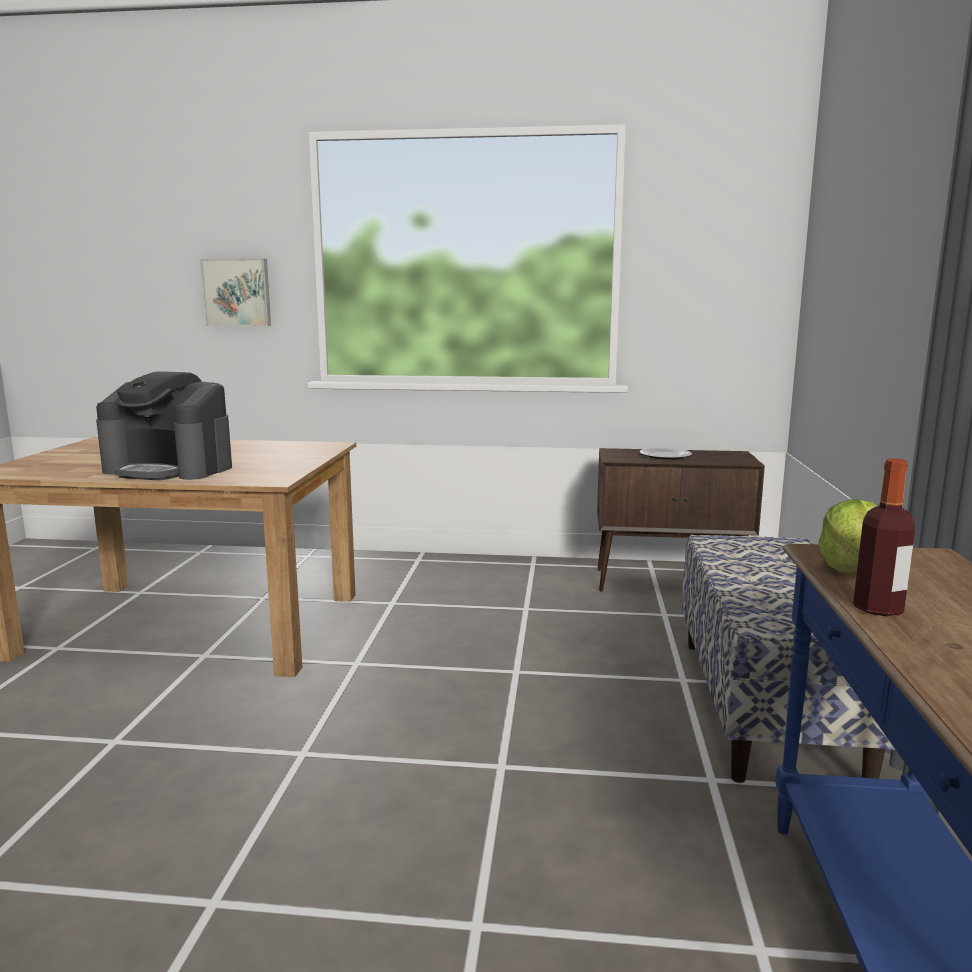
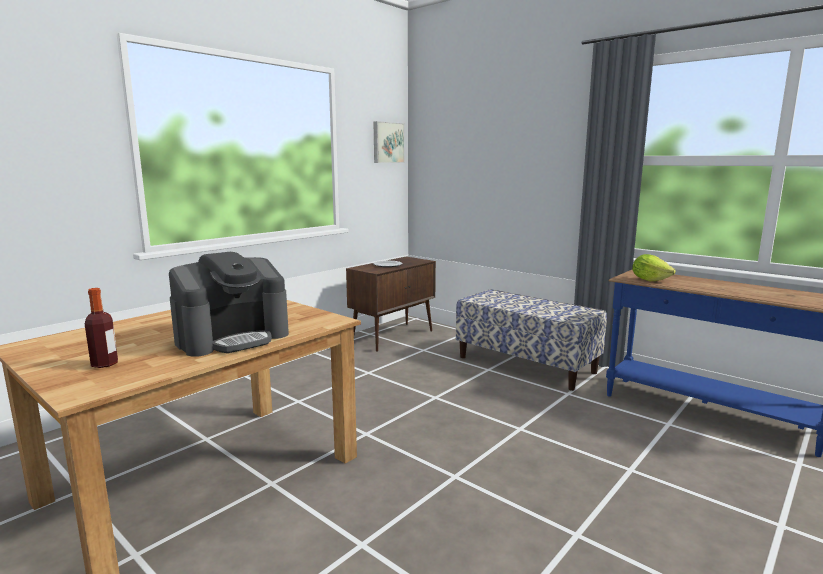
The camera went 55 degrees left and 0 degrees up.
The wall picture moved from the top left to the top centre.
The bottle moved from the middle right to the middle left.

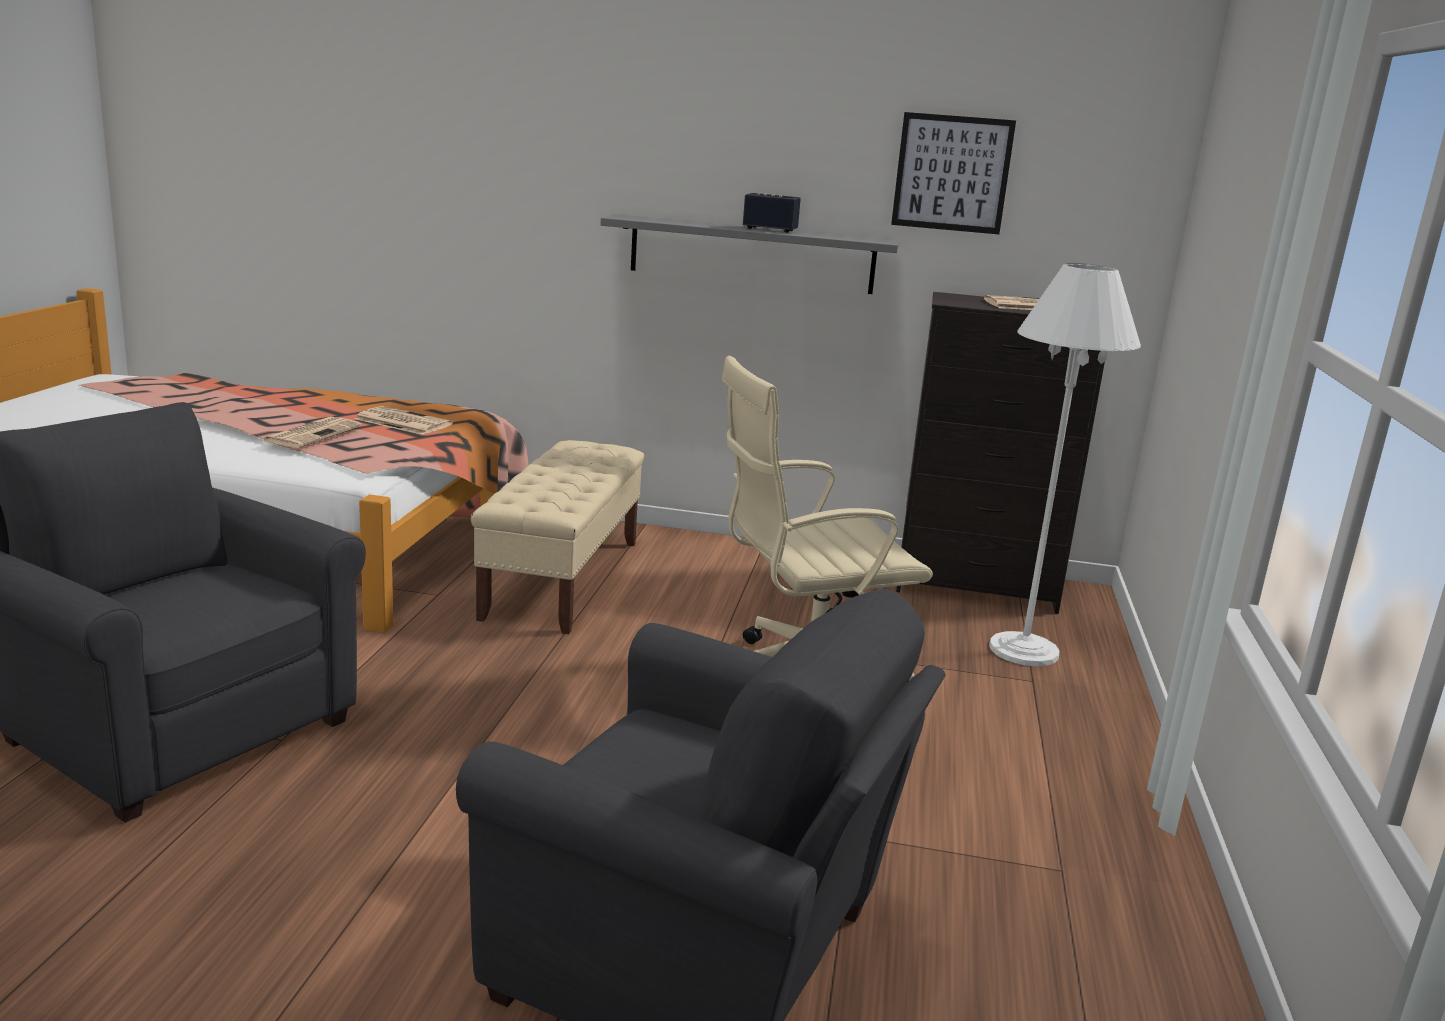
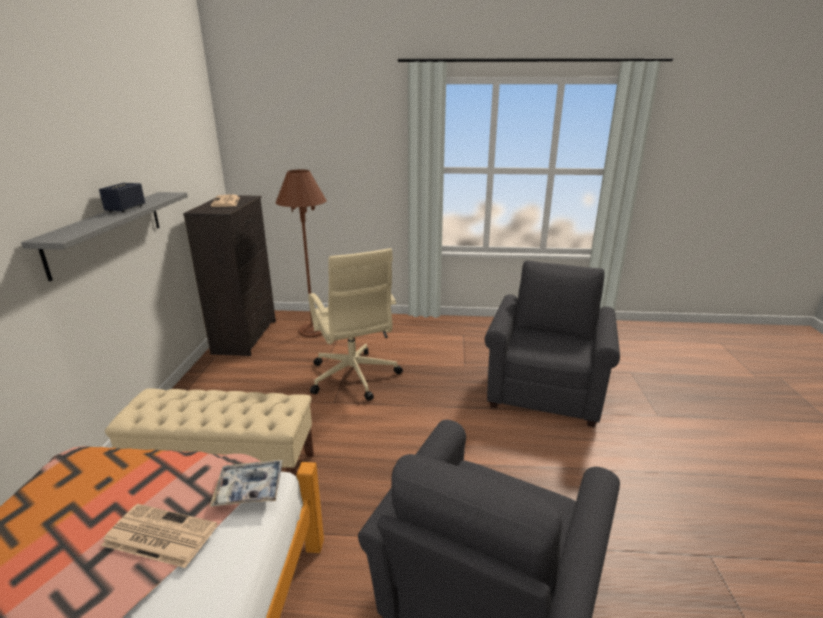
The camera went 95 degrees left and 5 degrees up.
The newspaper (no. 2 from left) at the middle left disappeared.
The wall picture at the top centre disappeared.
The carrying tray at the bottom left appeared.
The whitish standard lamp at the middle right became the brownish standard lamp at the centre.

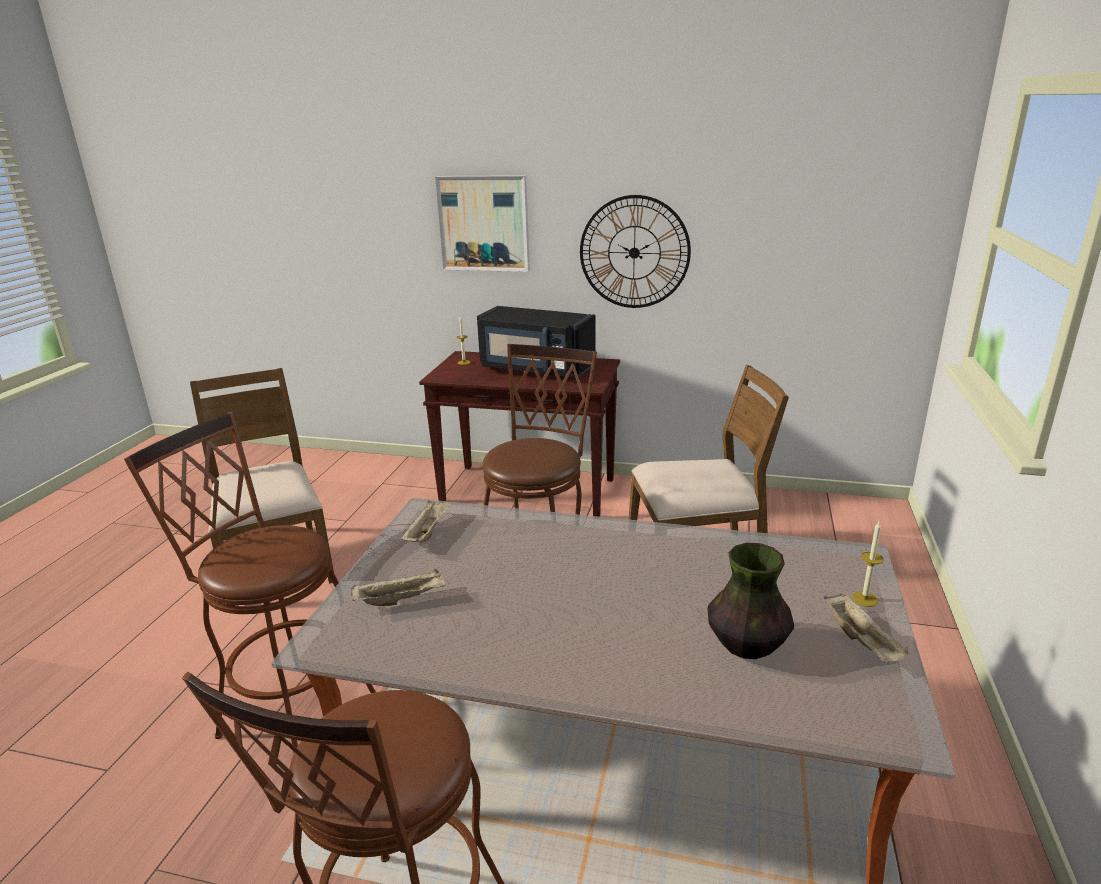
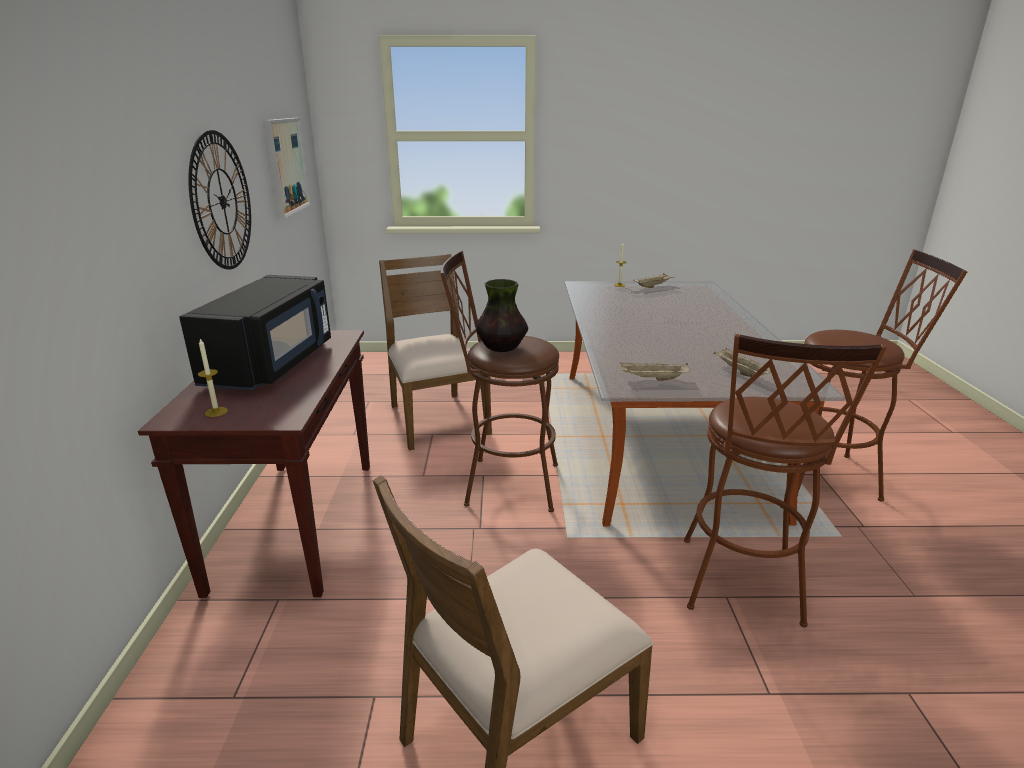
The camera went 105 degrees left and 0 degrees up.
The wall picture moved from the top centre to the top left.
The decorative vase moved from the bottom right to the centre.

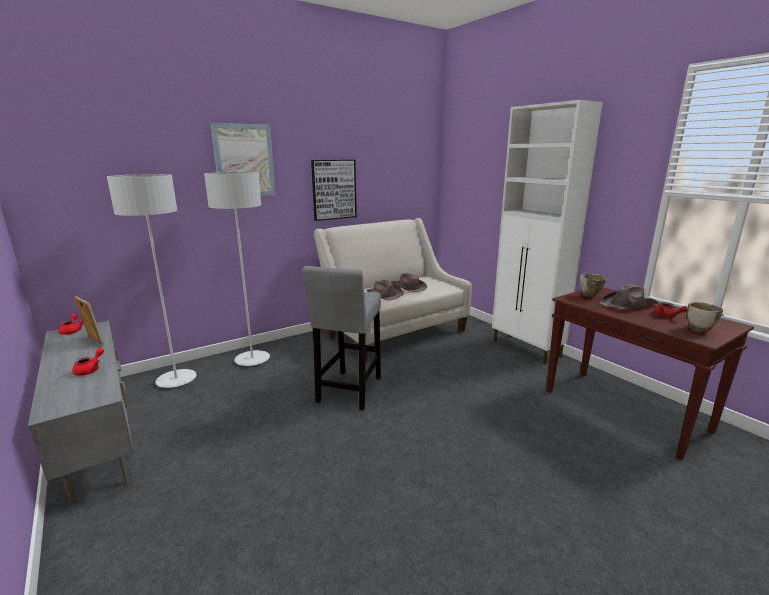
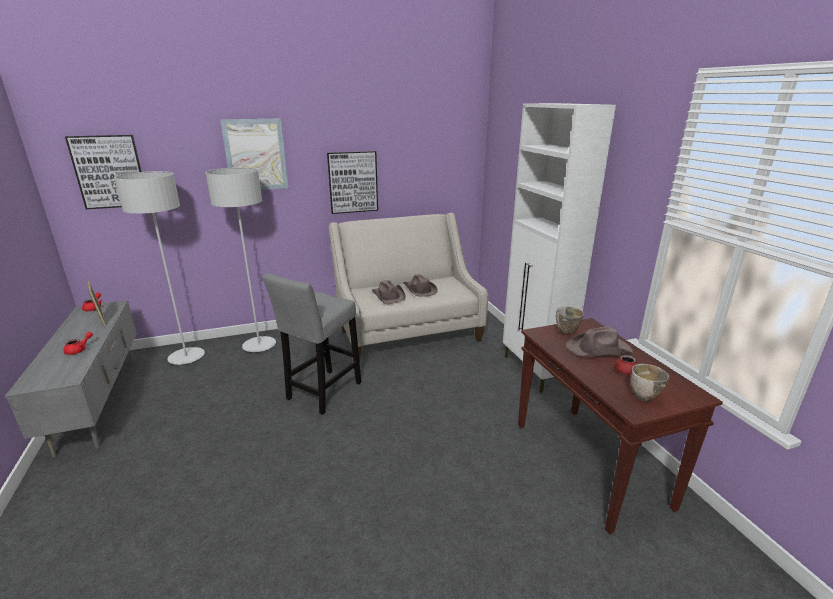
The camera went 15 degrees right and 5 degrees up.
The wall picture (no. 1 from left) at the top left appeared.

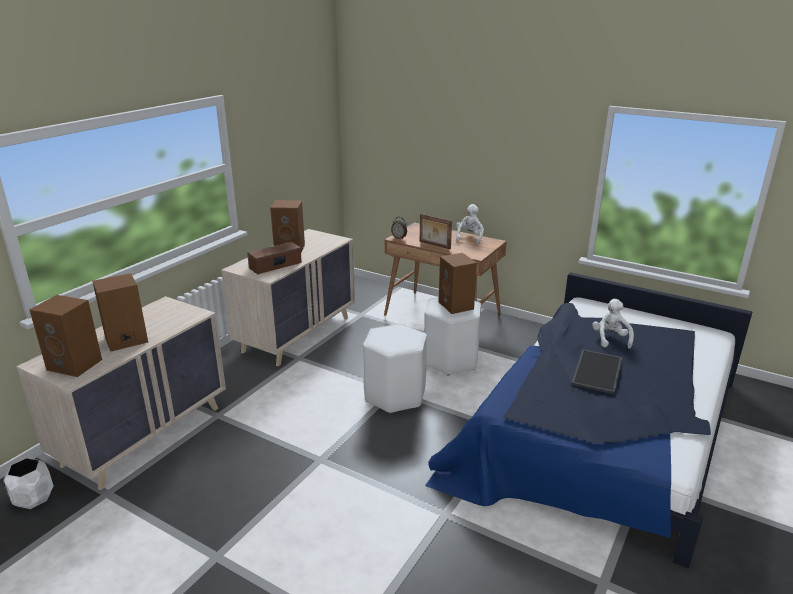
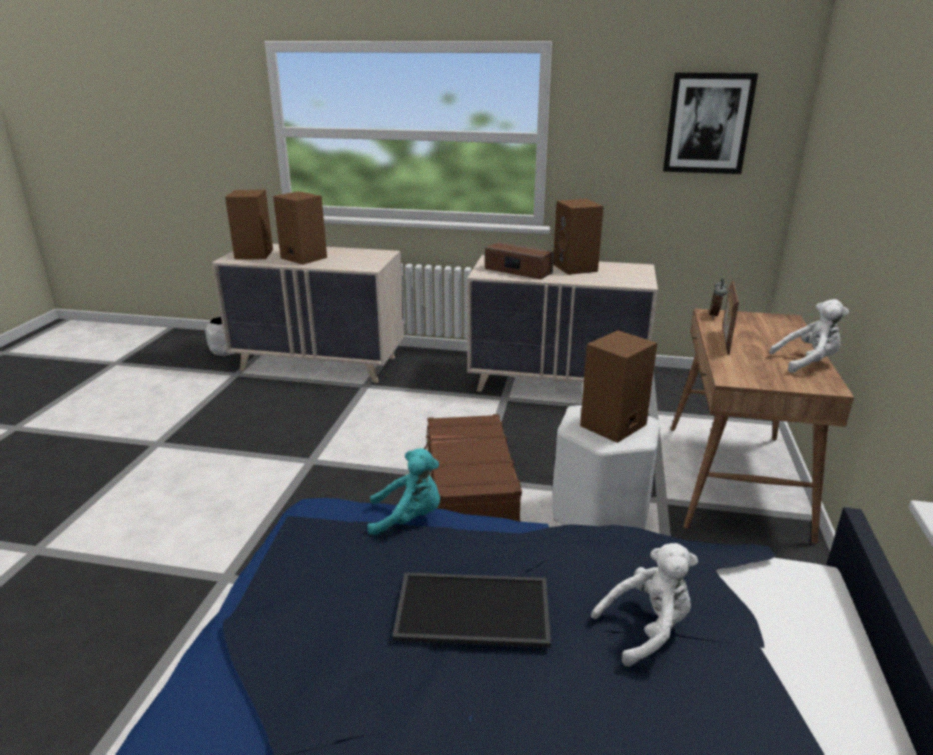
The camera went 70 degrees right and 0 degrees up.
The blue-green cuddly toy at the centre appeared.
The wall picture at the top right appeared.
The whitish stool seat (no. 1 from left) at the centre was replaced by the brownish travel case at the centre.

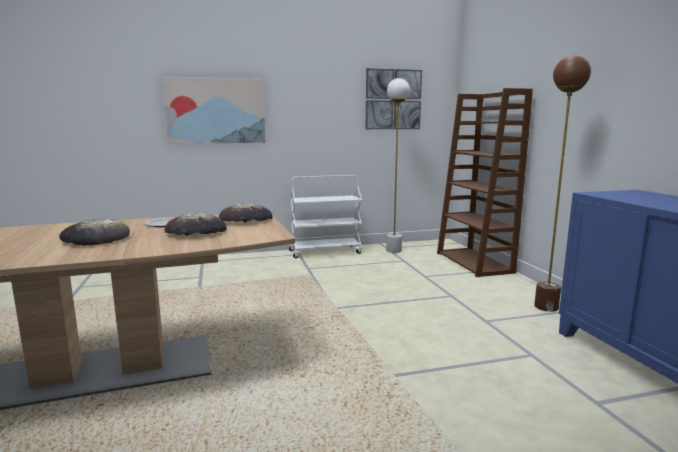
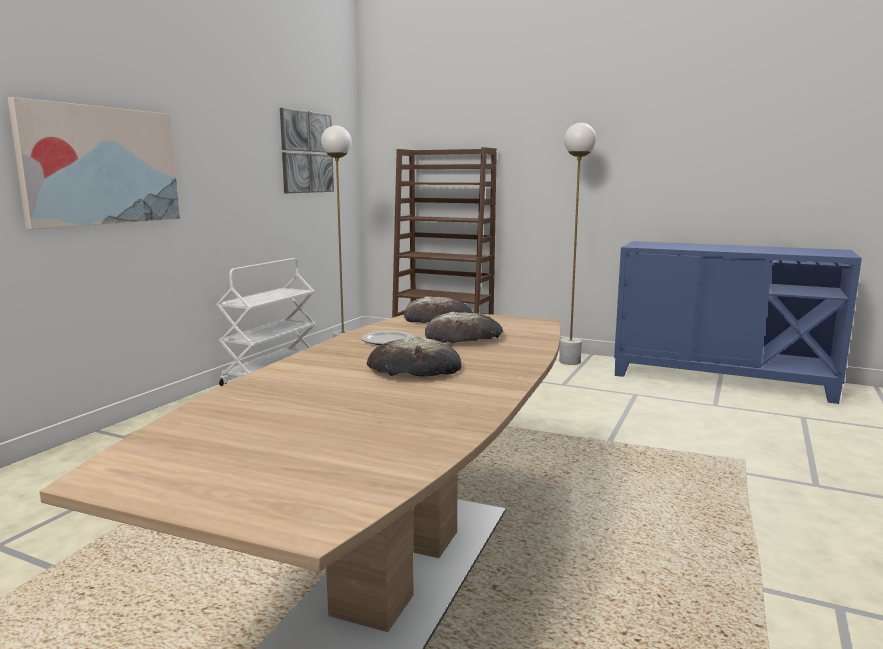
The camera went 50 degrees left and 0 degrees up.
The brownish standard lamp at the middle right became the whitish standard lamp (no. 2 from left) at the centre.

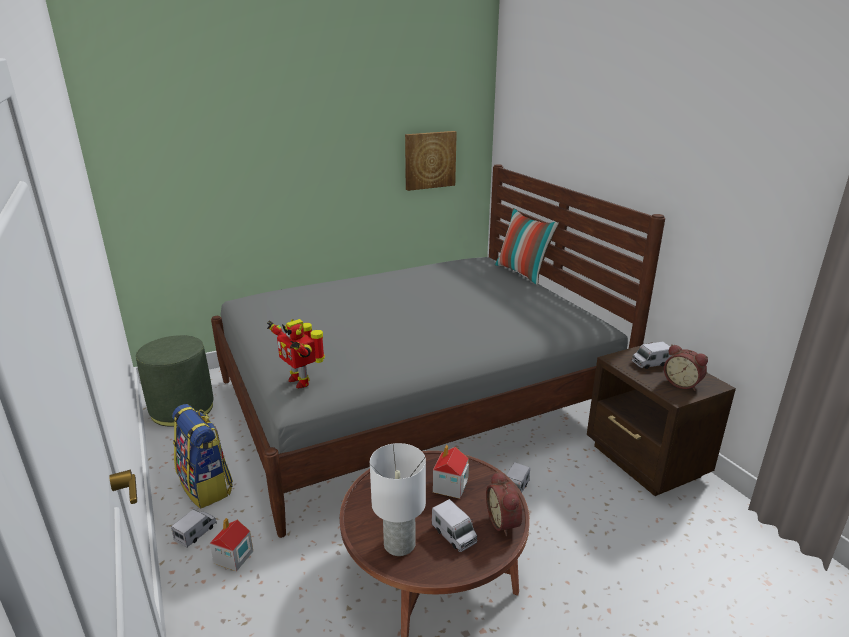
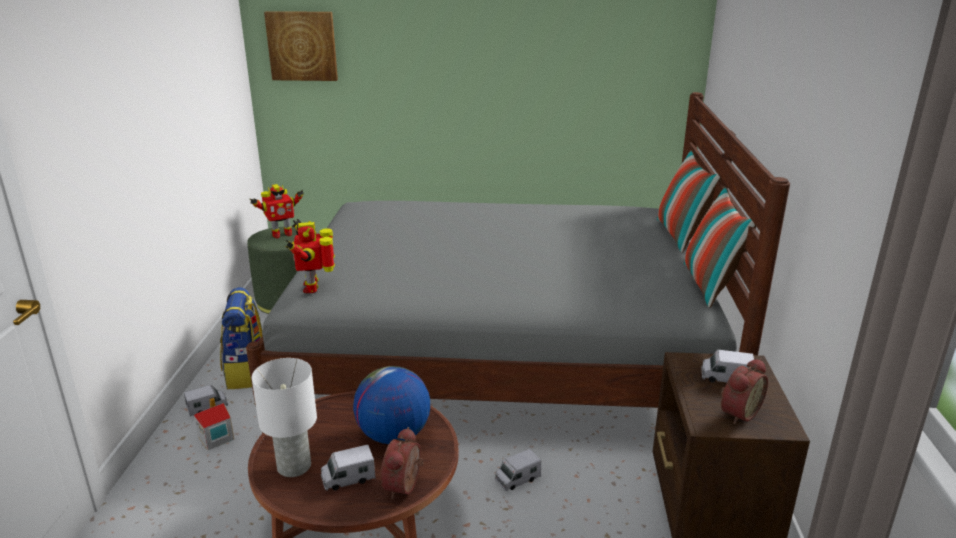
The camera went 30 degrees right and 0 degrees up.
The robot figure (no. 1 from left) at the middle left appeared.
The throw pillow (no. 2 from left) at the middle right appeared.
The wall picture moved from the top centre to the top left.
The toy house (no. 2 from left) at the bottom centre was replaced by the world globe at the bottom centre.
The model truck (no. 2 from left) at the bottom centre turned 75 degrees clockwise.
The bedside clock (no. 2 from left) at the middle right turned 120 degrees counterclockwise.

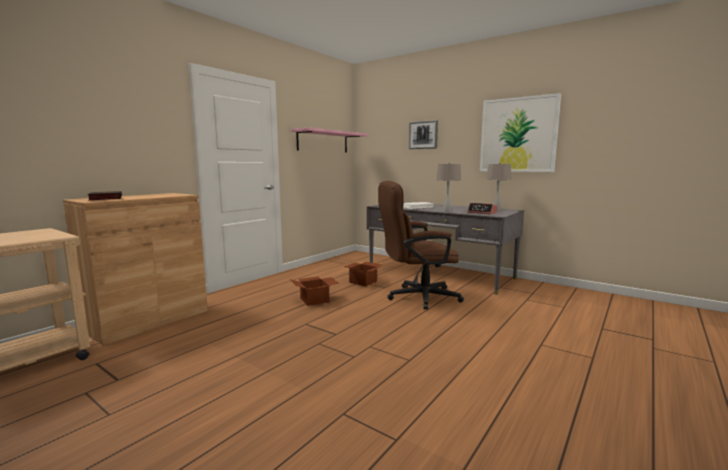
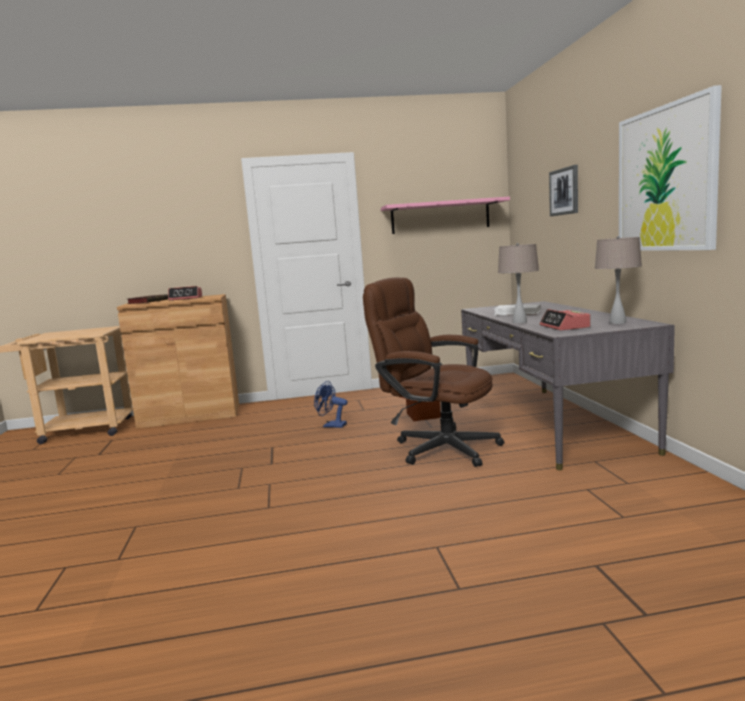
The camera went 45 degrees right and 0 degrees up.
The bedside clock (no. 1 from left) at the middle left appeared.
The cardboard box (no. 1 from left) at the centre was replaced by the bluish electric fan at the centre.

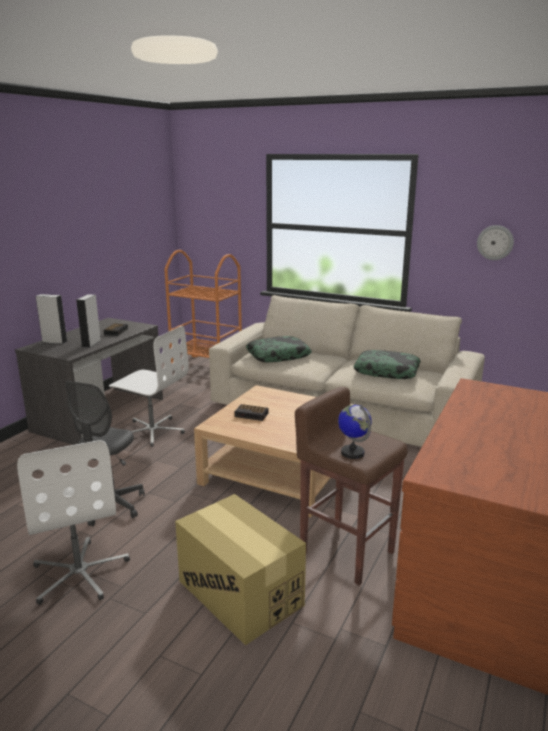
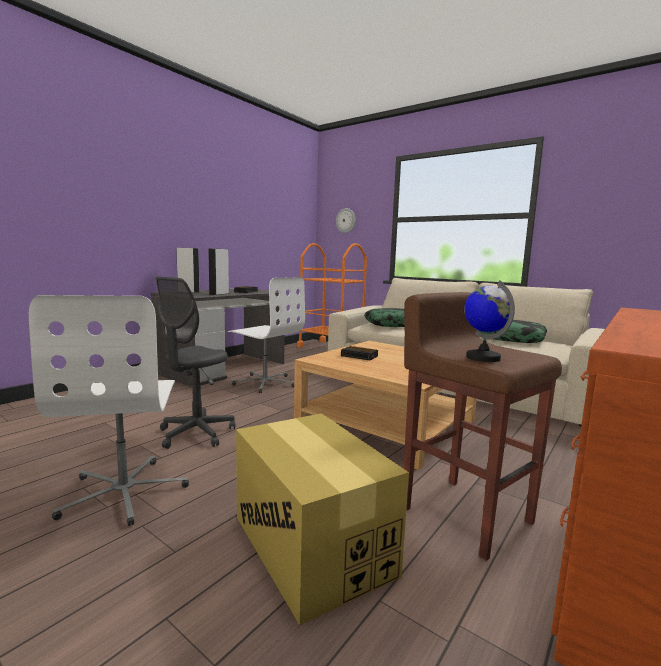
The camera went 10 degrees right and 10 degrees down.
The hanging clock moved from the top right to the top centre.

